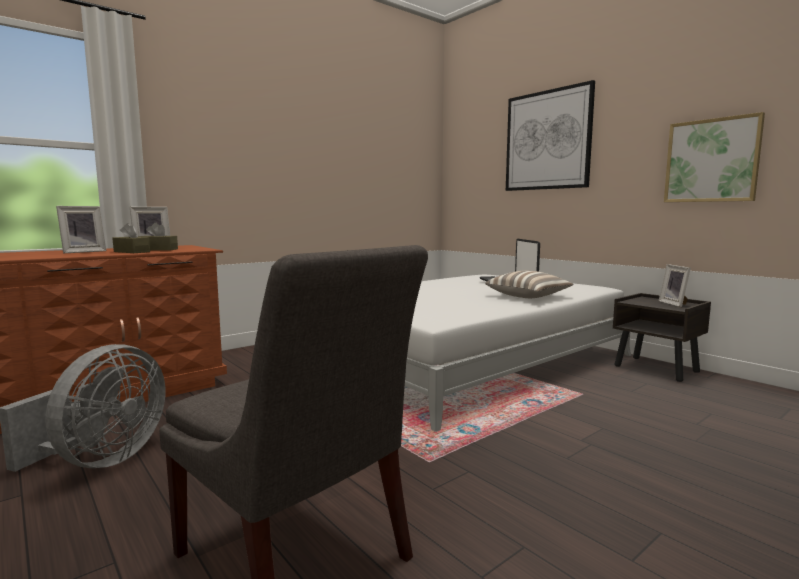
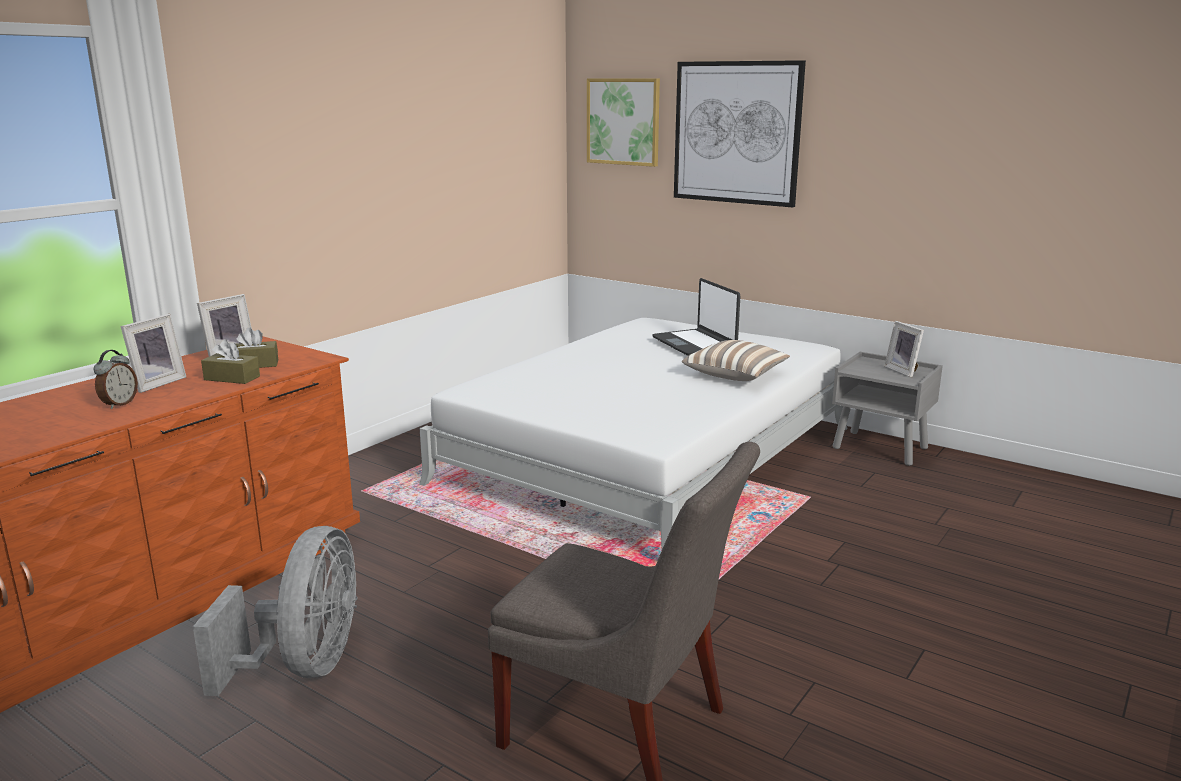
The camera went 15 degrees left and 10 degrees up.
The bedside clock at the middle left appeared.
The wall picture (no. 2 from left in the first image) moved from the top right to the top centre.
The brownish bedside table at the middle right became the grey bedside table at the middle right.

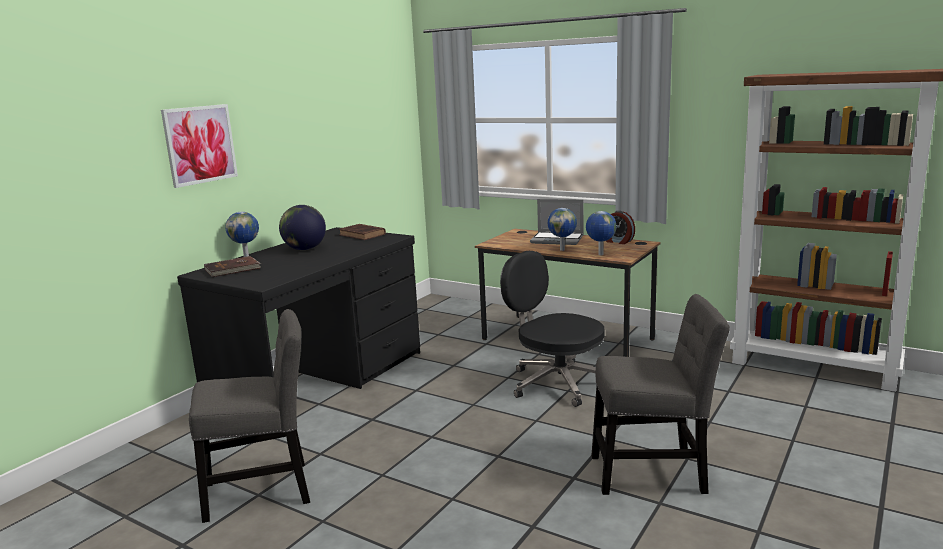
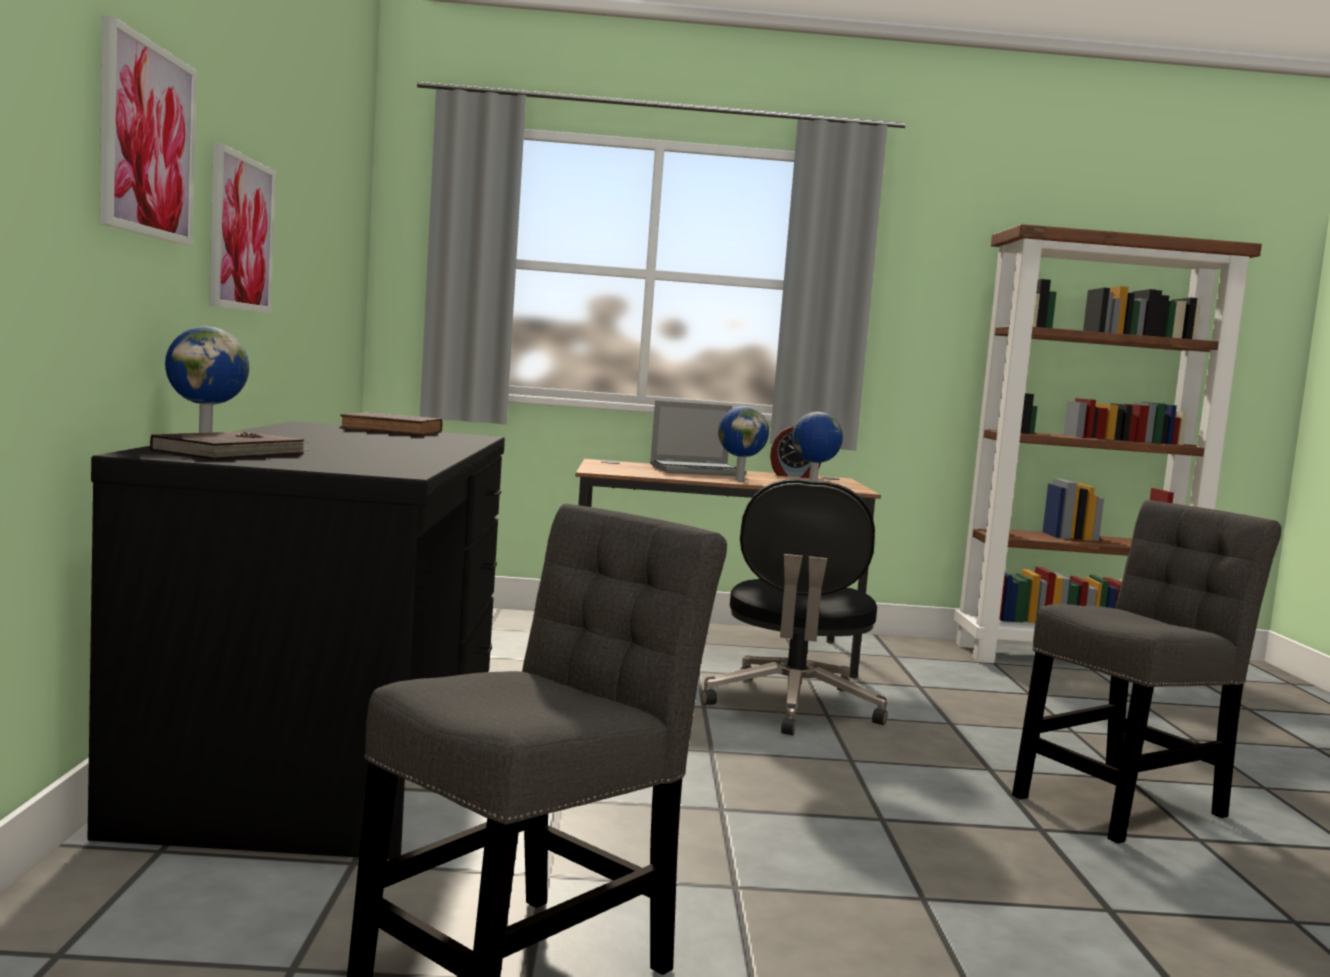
The camera went 35 degrees left and 10 degrees down.
The world globe (no. 2 from left) at the middle left disappeared.
The wall picture (no. 2 from left) at the top left appeared.
The black desk chair at the centre turned 90 degrees counterclockwise.

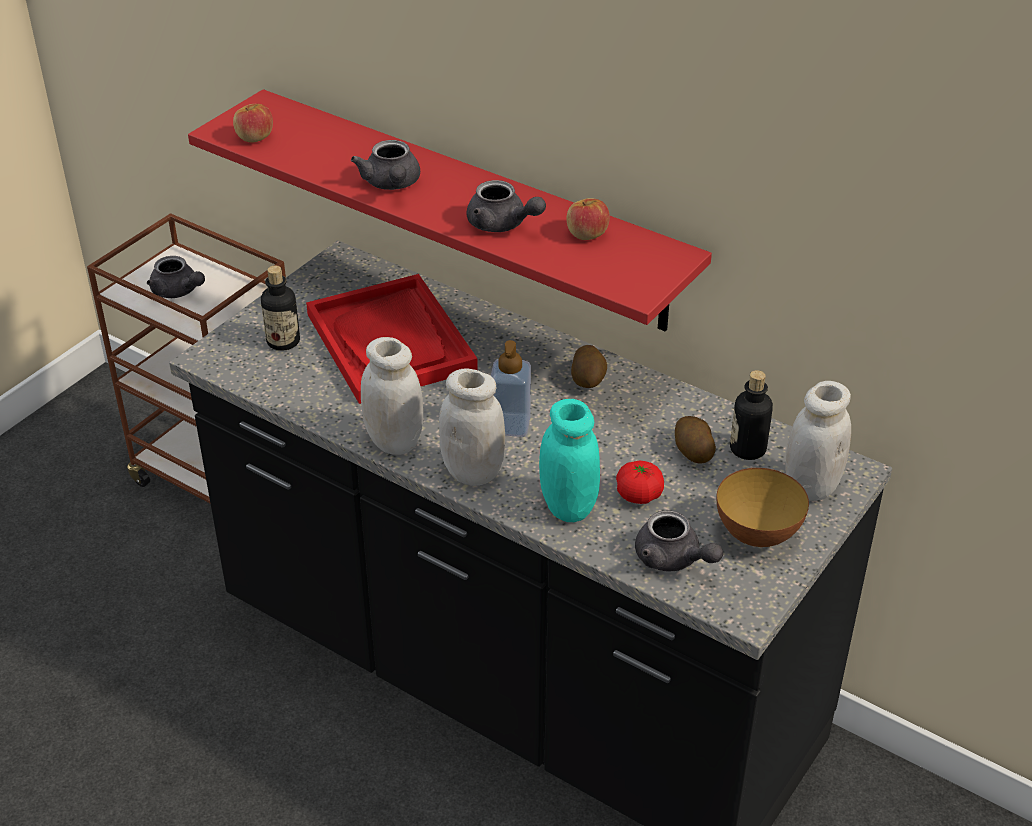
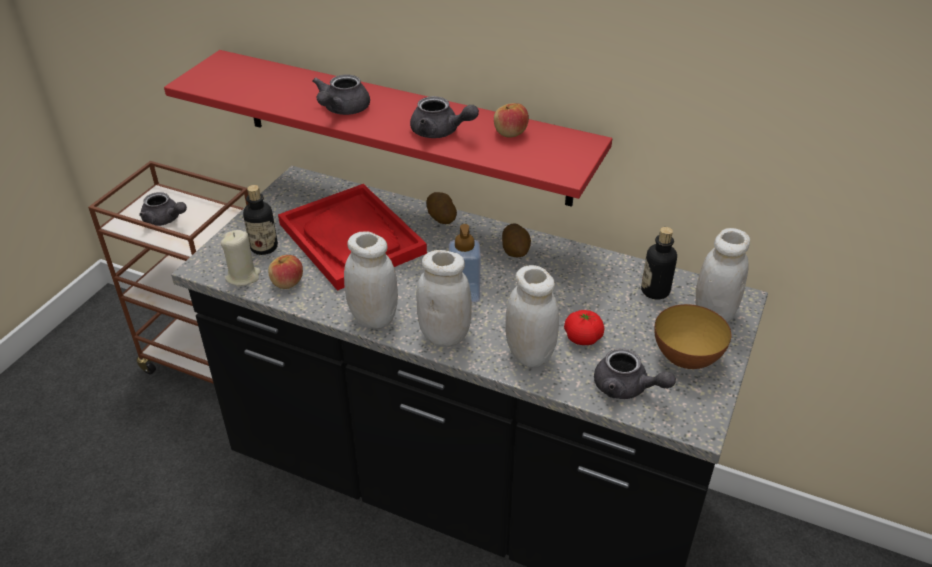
The camera went 10 degrees left and 0 degrees up.
The sand-coloured wax candle at the middle left appeared.
The whole apple (no. 1 from left) moved from the top left to the middle left.
The potato (no. 2 from left in the first image) moved from the middle right to the centre.
The blue-green preserve jar at the centre became the whitish preserve jar (no. 3 from left) at the centre.
The grey pot for tea (no. 2 from left) at the top centre turned 45 degrees clockwise.

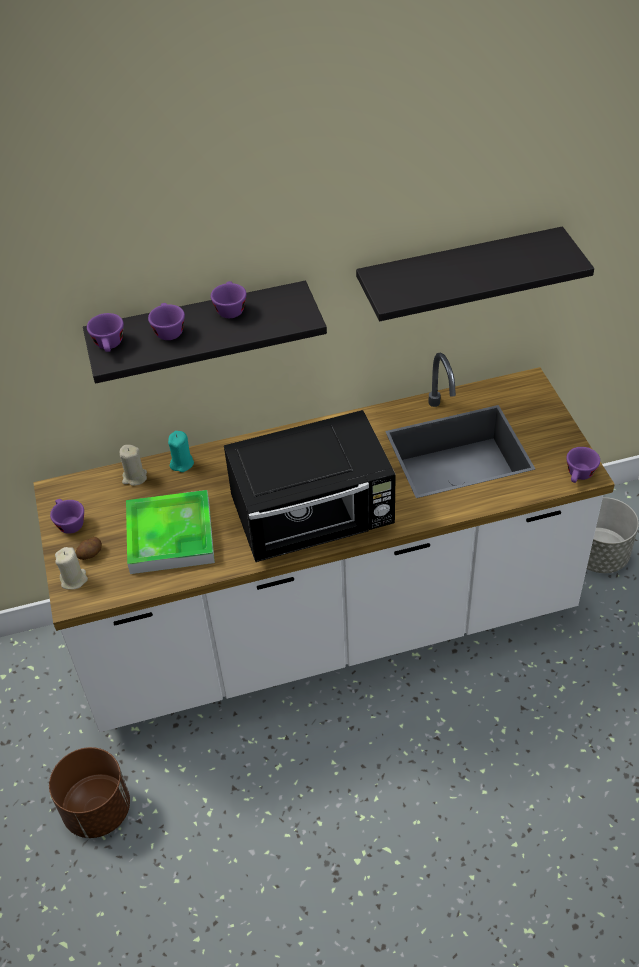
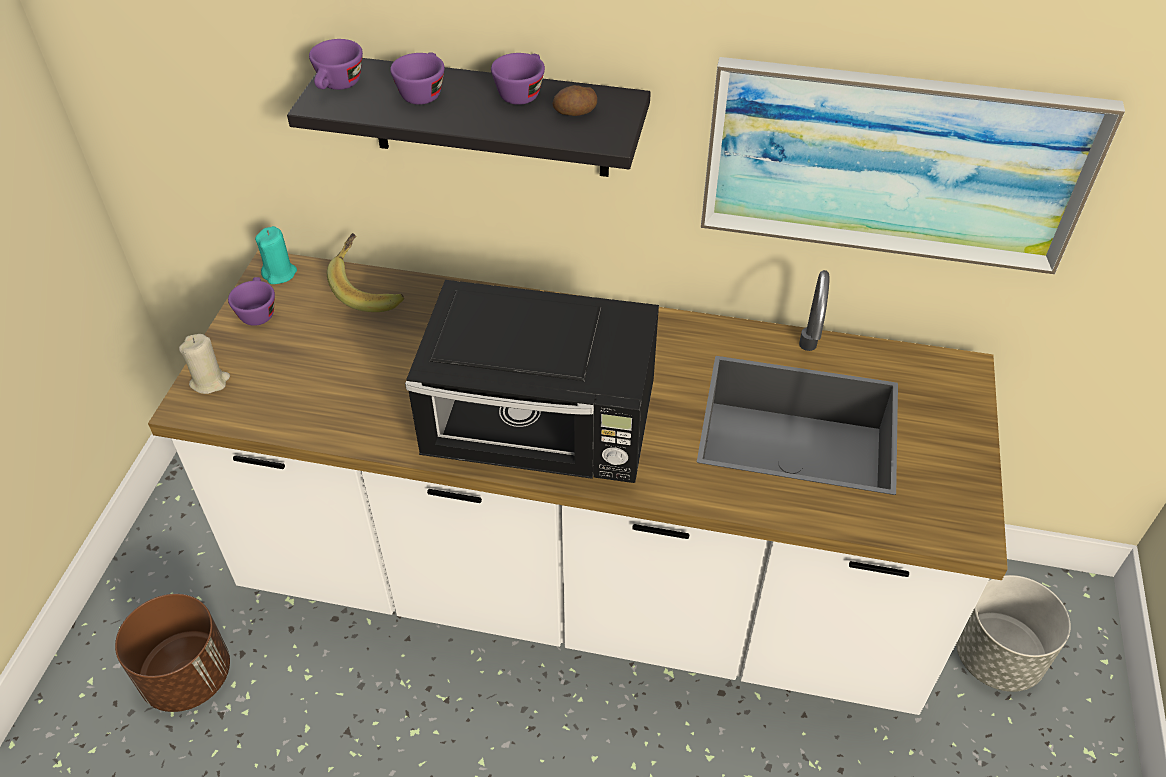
The camera went 25 degrees right and 0 degrees up.
The carrying tray at the middle left disappeared.
The purplish drinking cup (no. 5 from left) at the middle right disappeared.
The potato moved from the middle left to the top centre.
The blue-green wax candle moved from the middle left to the top left.
The sand-coloured wax candle (no. 2 from left) at the middle left was replaced by the whole banana at the middle left.
The black shelf (no. 2 from left) at the top right was replaced by the wall picture at the top right.

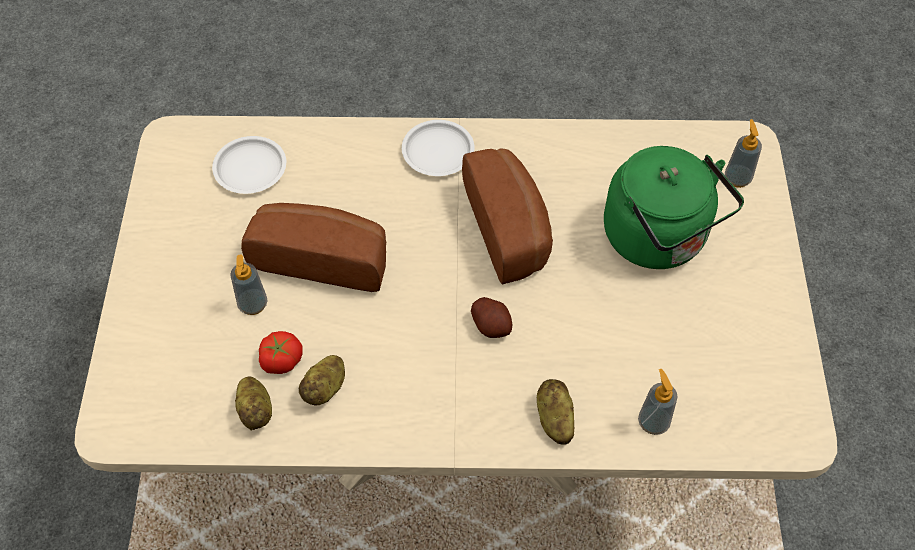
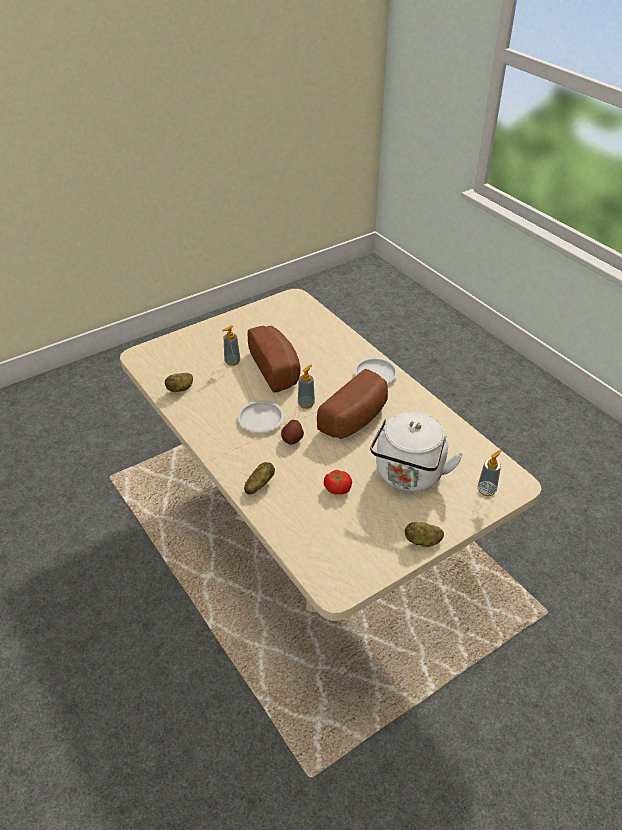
The camera went 55 degrees right and 15 degrees down.
The whitish dinner plate (no. 1 from left) moved from the top left to the centre.
The whole tomato moved from the middle left to the centre.
The potato (no. 2 from left in the first image) moved from the bottom centre to the middle right.
The soap bottle (no. 2 from left) moved from the bottom right to the centre.
The greenish kettle at the middle right became the whitish kettle at the middle right.

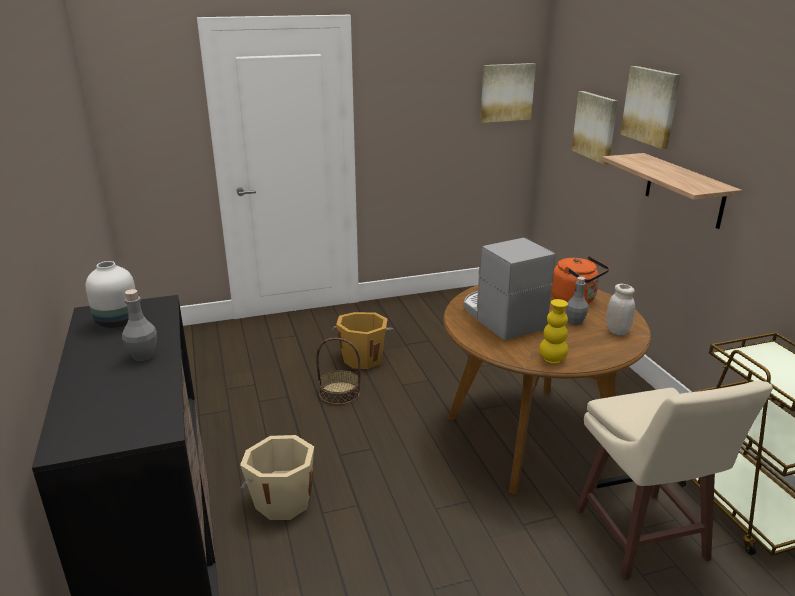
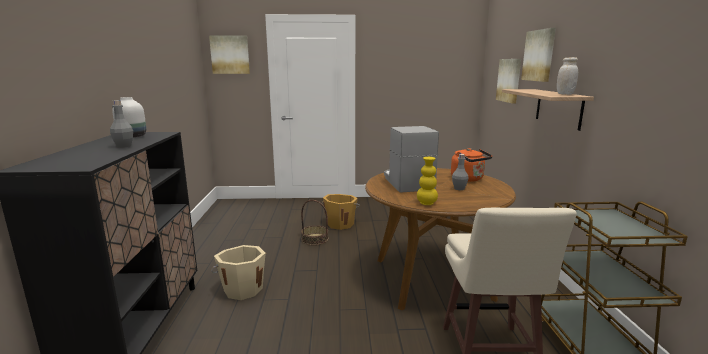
The camera went 15 degrees right and 10 degrees down.
The wall picture (no. 1 from left) moved from the top centre to the top left.
The whitish preserve jar moved from the middle right to the top right.

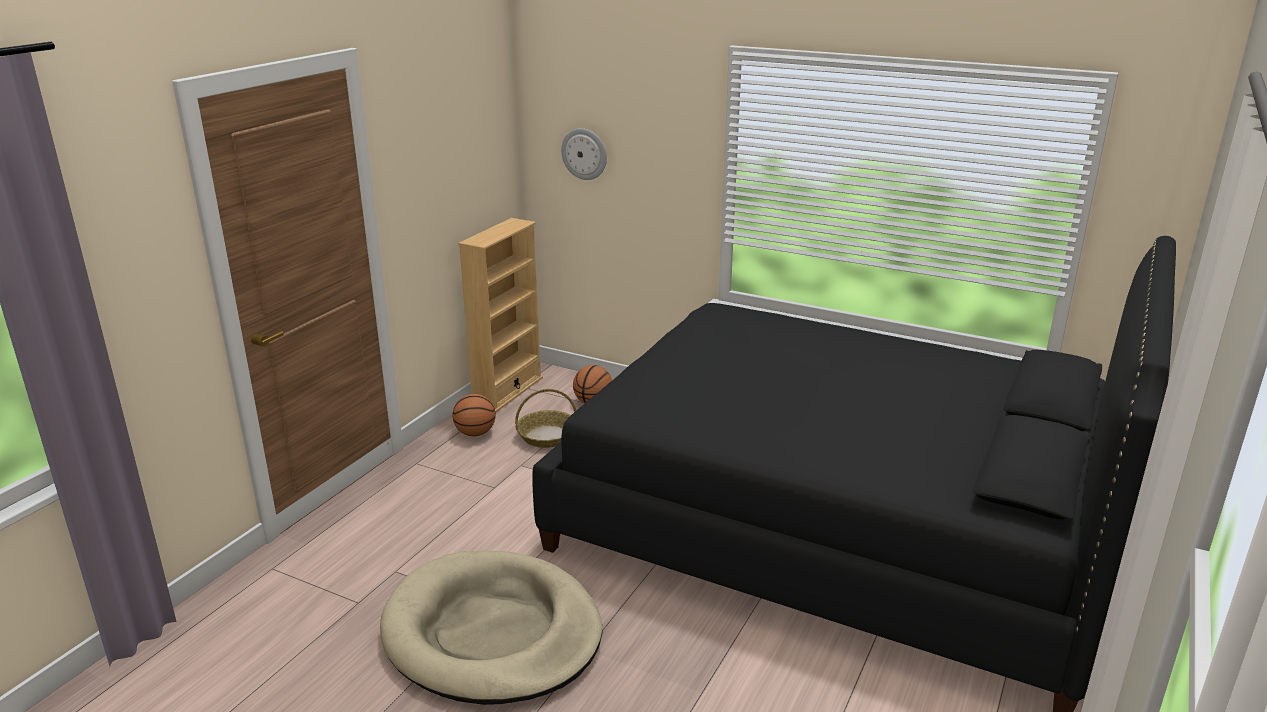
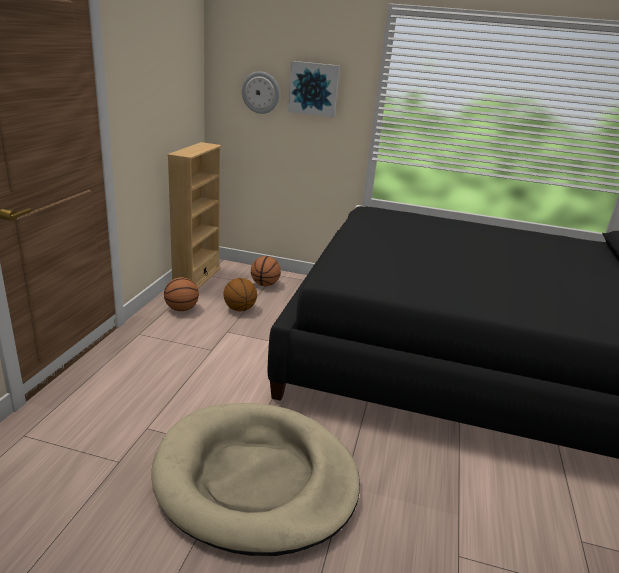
The camera went 15 degrees left and 0 degrees up.
The wall picture at the top centre appeared.
The storage basket at the centre was replaced by the basketball (no. 2 from left) at the centre.

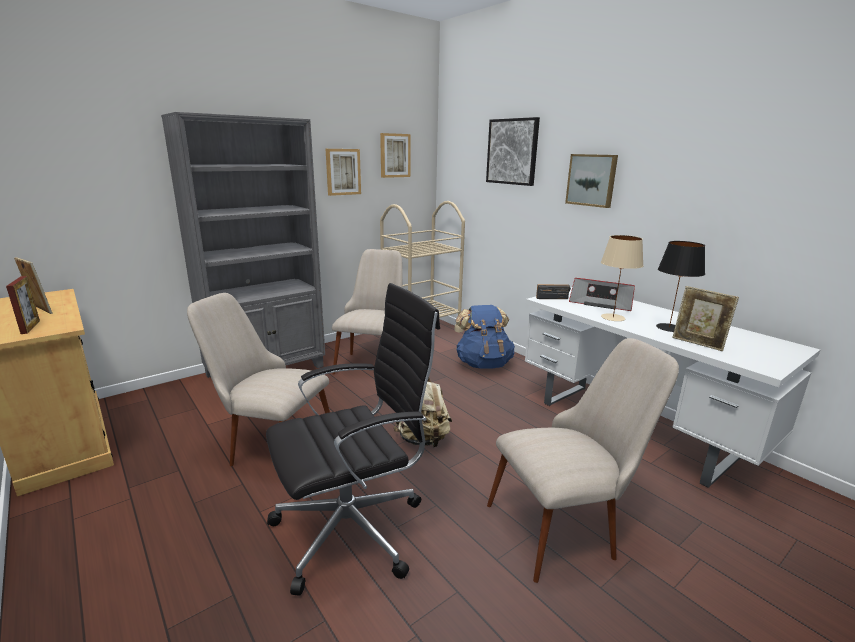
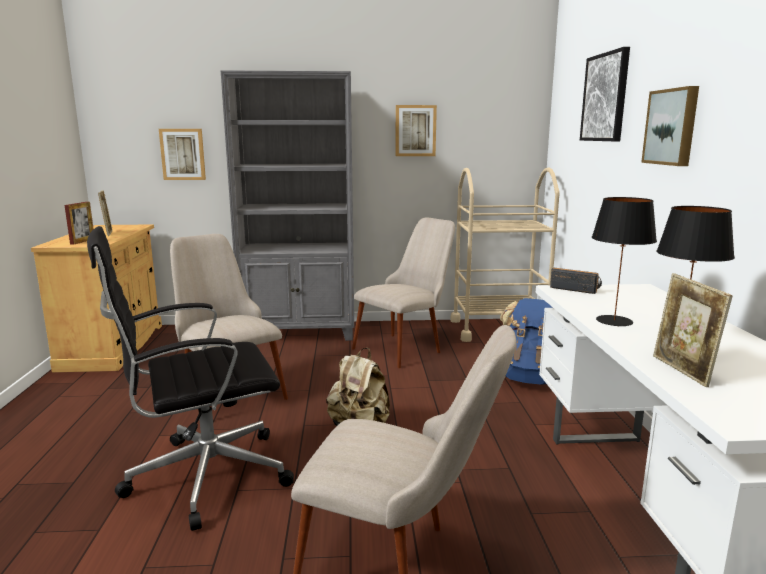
The camera went 35 degrees right and 5 degrees down.
The radio set (no. 2 from left) at the middle right disappeared.
The wall picture (no. 2 from left in the first image) moved from the top centre to the top left.
The sand-coloured table lamp at the middle right became the black table lamp (no. 1 from left) at the middle right.
The black desk chair at the bottom centre turned 150 degrees clockwise.

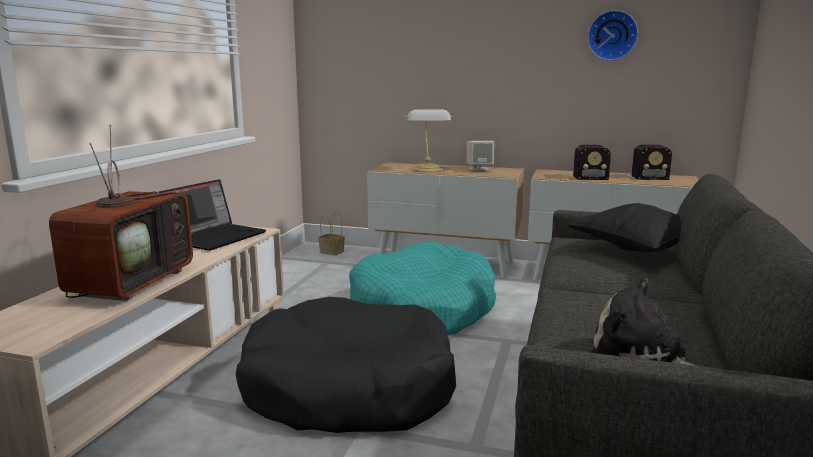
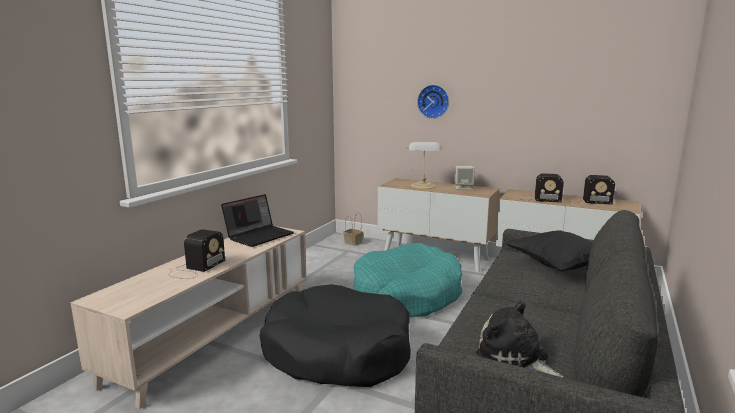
The camera went 10 degrees right and 0 degrees up.
The hanging clock moved from the top right to the top centre.
The television at the middle left was replaced by the radio set (no. 1 from left) at the middle left.

